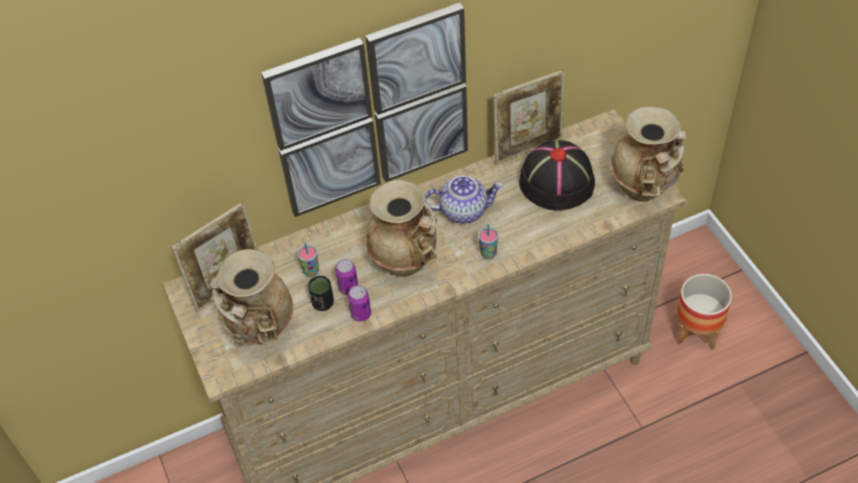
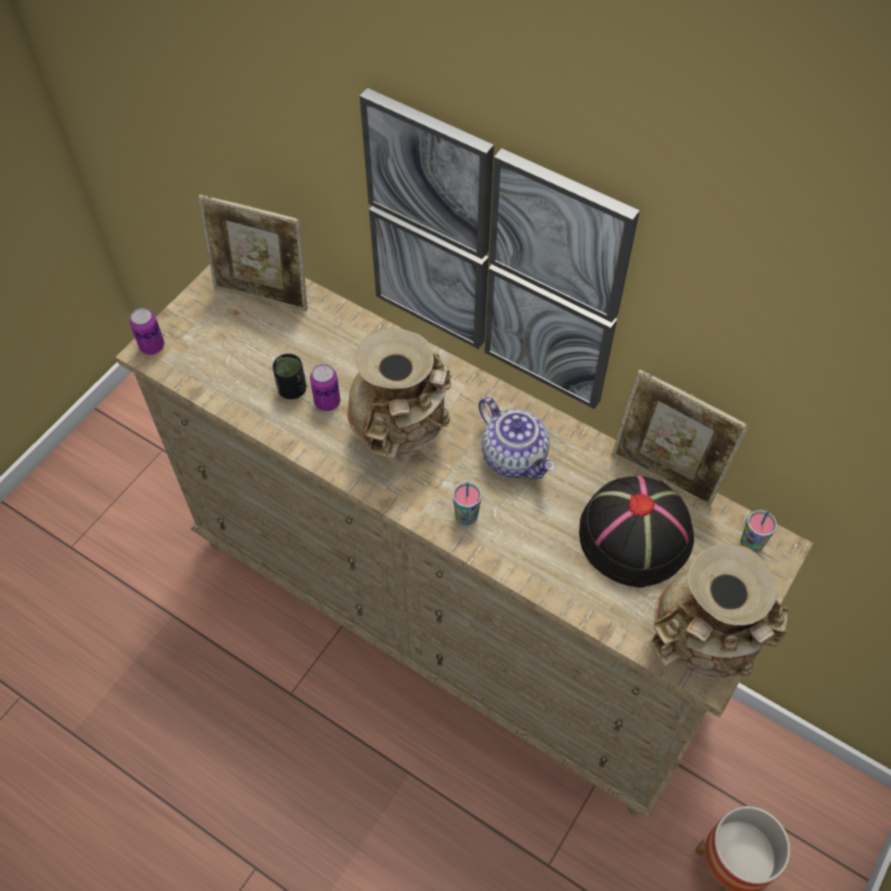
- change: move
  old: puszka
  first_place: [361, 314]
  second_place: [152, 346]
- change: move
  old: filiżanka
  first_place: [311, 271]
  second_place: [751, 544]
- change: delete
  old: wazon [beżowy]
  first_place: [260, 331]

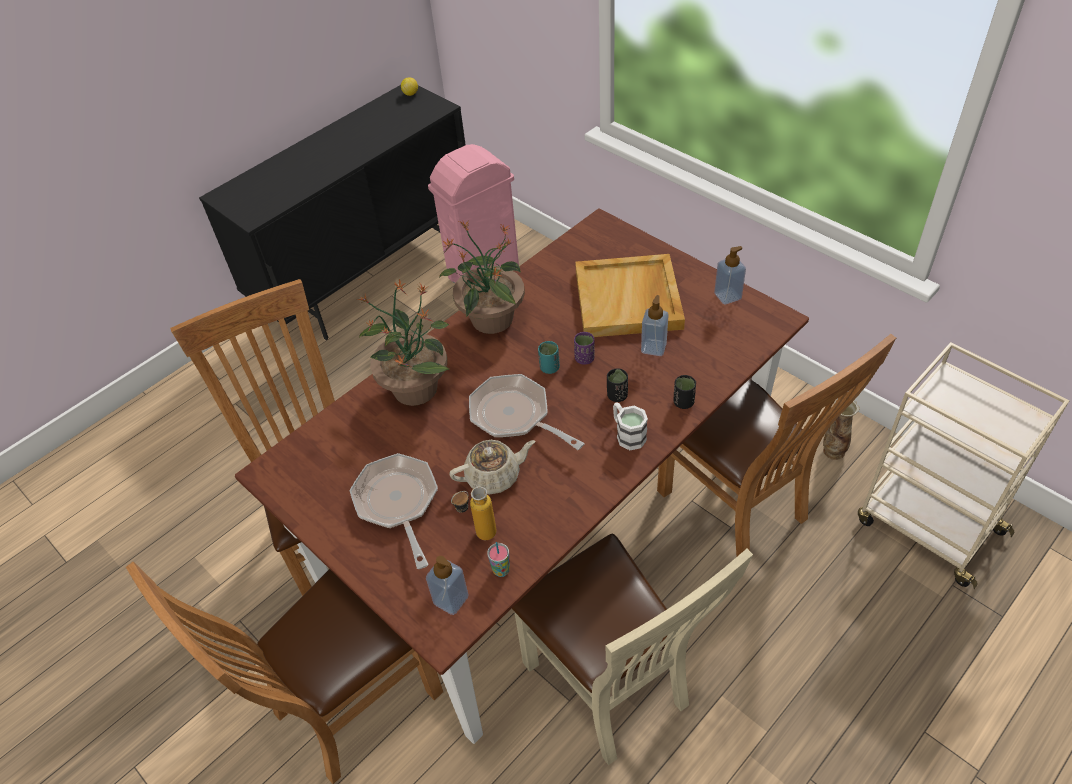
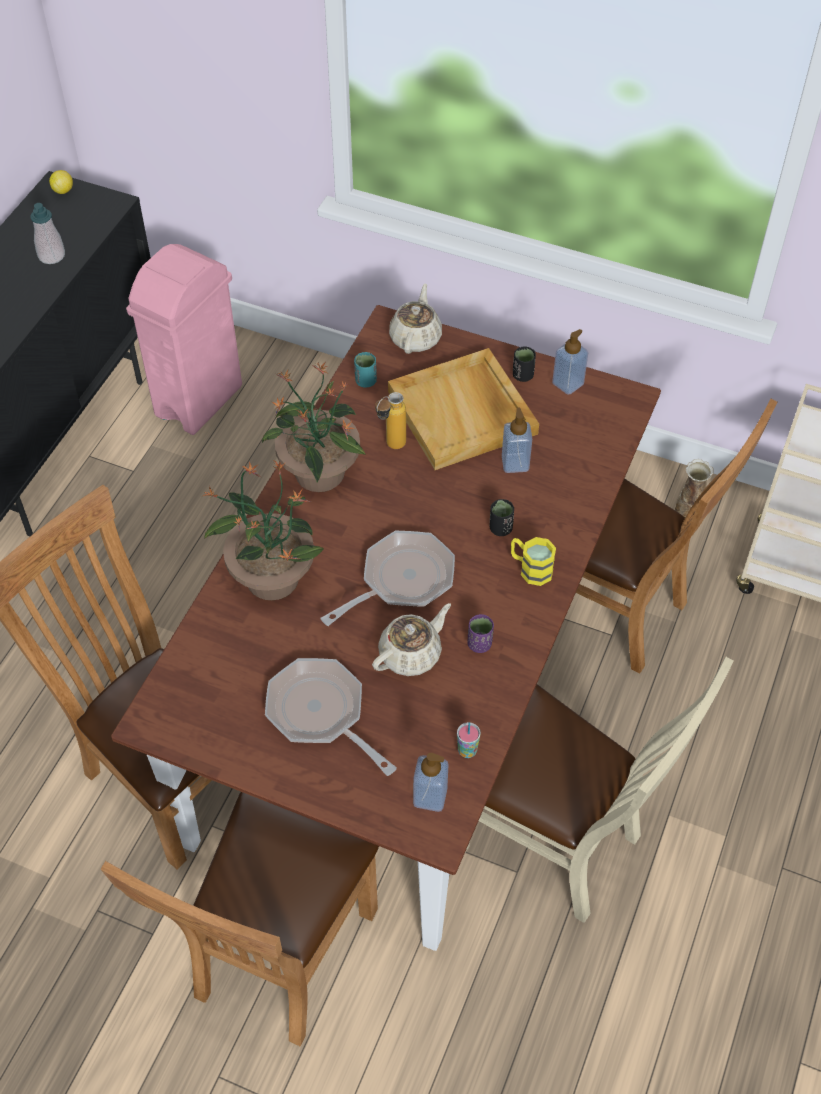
- change: insert
  new: dozownik mydła
  second_place: [51, 256]
- change: rotate
  old: patelnia
  first_place: [515, 416]
  second_place: [401, 580]
  degrees: 120
- change: move
  old: filiżanka [turkusowy]
  first_place: [549, 368]
  second_place: [365, 381]
- change: move
  old: butelka
  first_place: [478, 536]
  second_place: [390, 447]
- change: insert
  new: imbryk [beżowy]
  second_place: [416, 337]
- change: move
  old: filiżanka [fioletowy]
  first_place: [584, 359]
  second_place: [479, 644]
- change: recolor
  old: kubek [biały]
  new: kubek [żółty]
  first_place: [627, 434]
  second_place: [530, 568]
- change: move
  old: filiżanka [czarny]
  first_place: [683, 402]
  second_place: [523, 375]

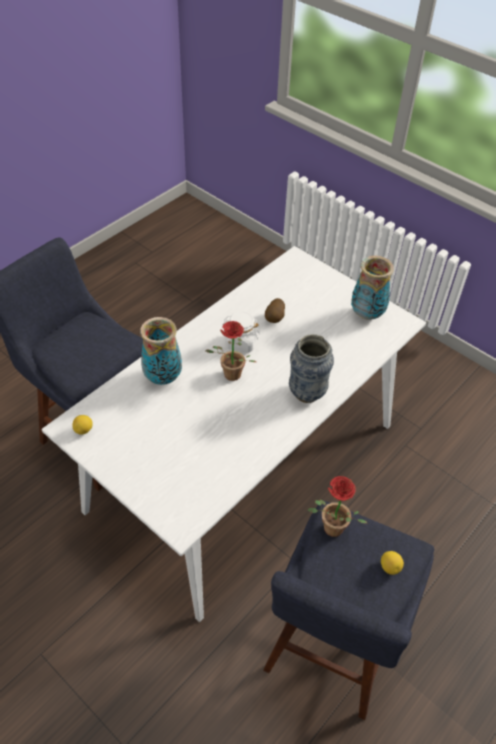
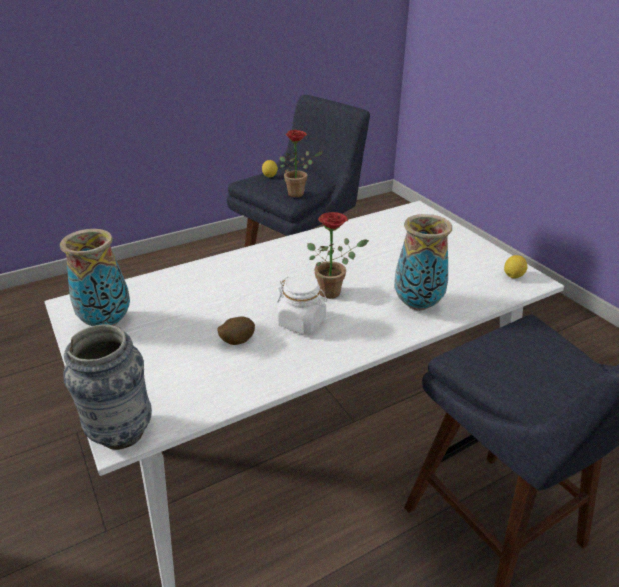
- change: move
  old: wazon
  first_place: [307, 393]
  second_place: [121, 433]

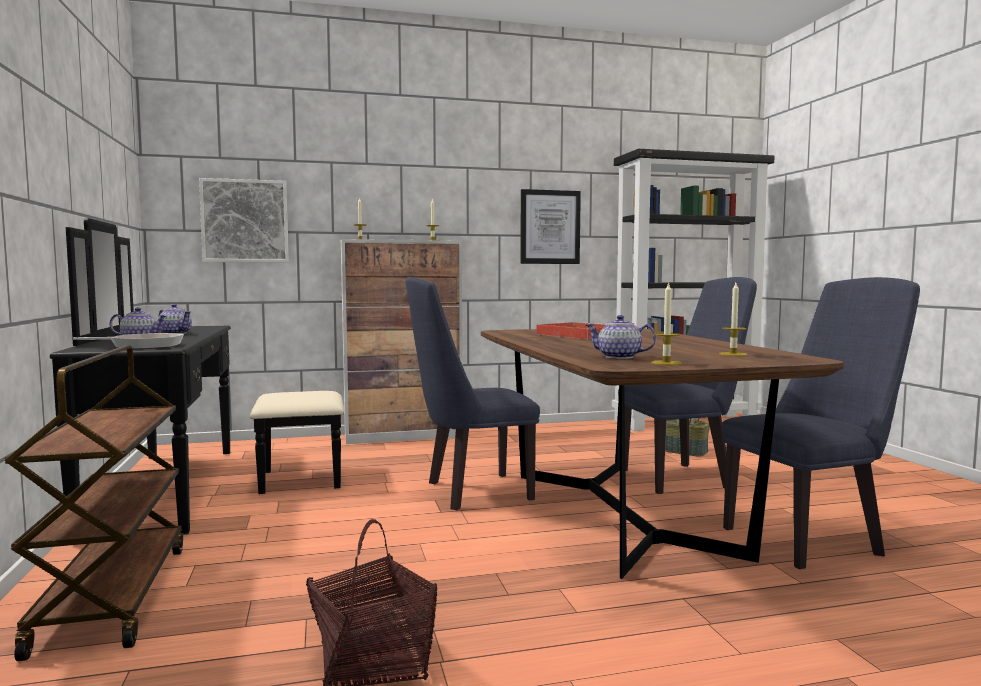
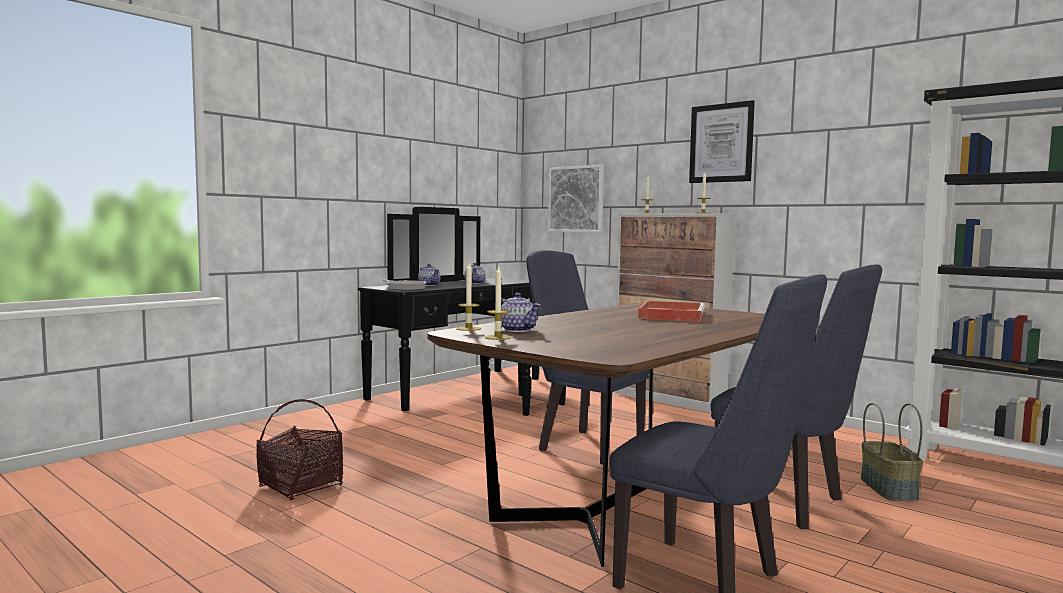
- change: move
  old: świeca
  first_place: [733, 354]
  second_place: [468, 329]
- change: rotate
  old: imbryk
  first_place: [620, 357]
  second_place: [517, 330]
  degrees: 150
- change: move
  old: obraz
  first_place: [550, 227]
  second_place: [721, 143]
- change: delete
  old: wózek [brązowy]
  first_place: [112, 596]

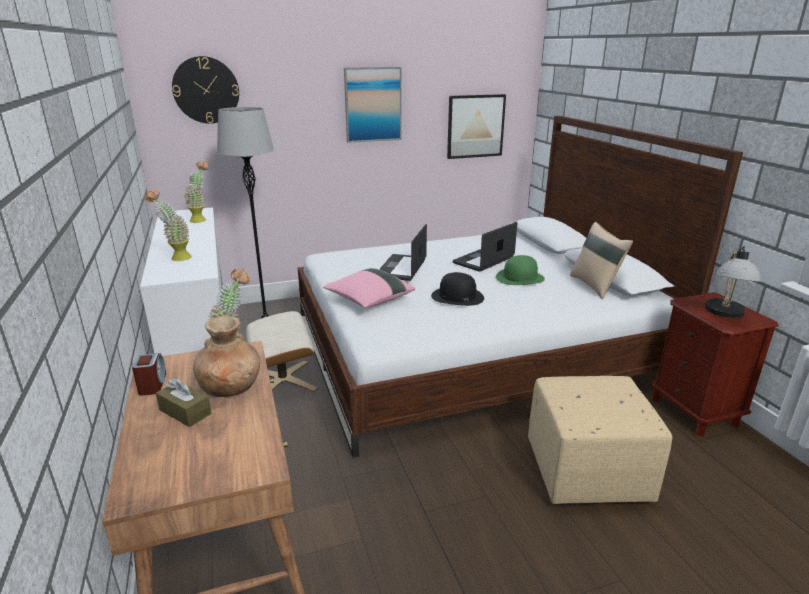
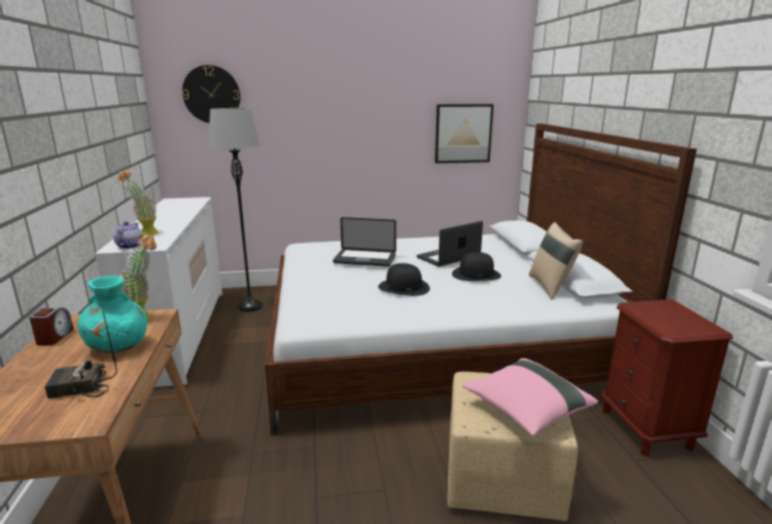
- change: insert
  new: radio
  second_place: [79, 388]
- change: recolor
  old: wazon [brązowy]
  new: wazon [turkusowy]
  first_place: [231, 388]
  second_place: [118, 346]
- change: insert
  new: imbryk
  second_place: [129, 246]
- change: rotate
  old: laptop
  first_place: [401, 268]
  second_place: [364, 259]
  degrees: -105
- change: recolor
  old: kapelusz [zielony]
  new: kapelusz [czarny]
  first_place: [520, 277]
  second_place: [476, 274]
- change: move
  old: poduszka [różowy]
  first_place: [369, 300]
  second_place: [526, 410]
- change: delete
  old: pudełko chusteczek [brązowy]
  first_place: [185, 412]
- change: delete
  old: roślina doniczkowa
  first_place: [201, 219]
- change: delete
  old: pufa [beżowy]
  first_place: [283, 380]
- change: delete
  old: obraz
  first_place: [373, 104]
- change: delete
  old: lampa stołowa
  first_place: [725, 314]

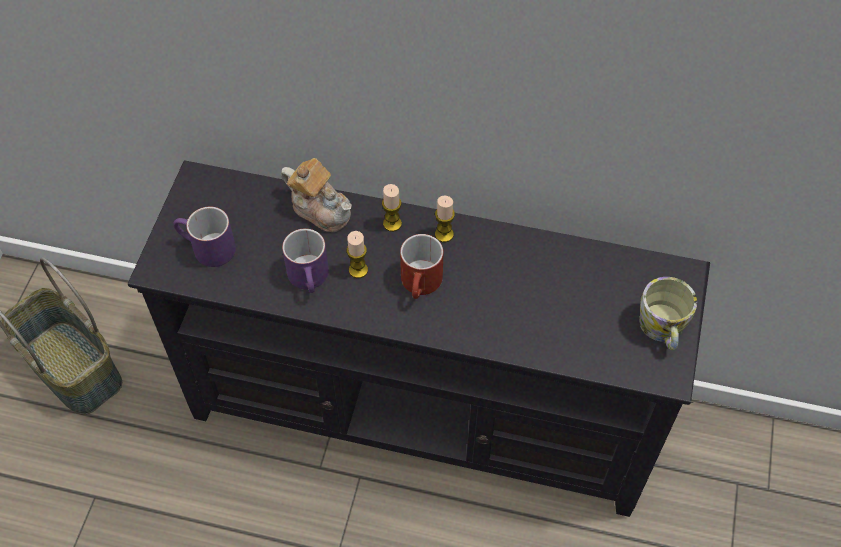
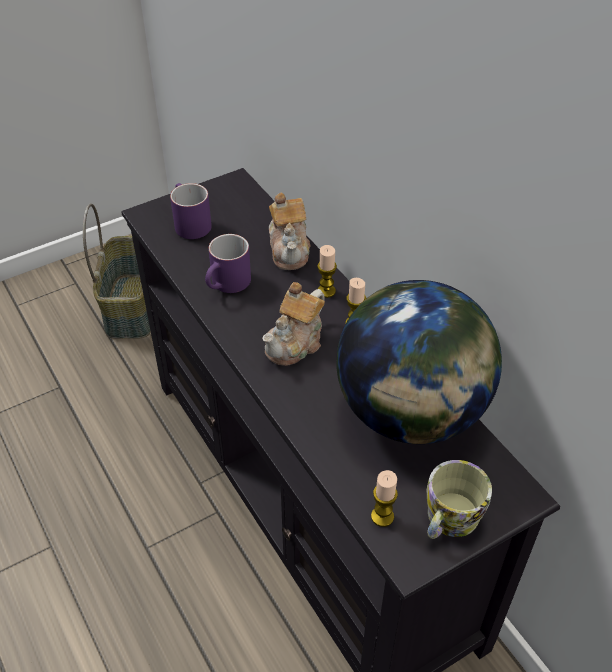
- change: replace
  old: kubek [czerwony]
  new: imbryk
  first_place: [421, 285]
  second_place: [296, 343]
- change: insert
  new: globus
  second_place: [411, 412]
- change: move
  old: świeca
  first_place: [358, 270]
  second_place: [382, 516]

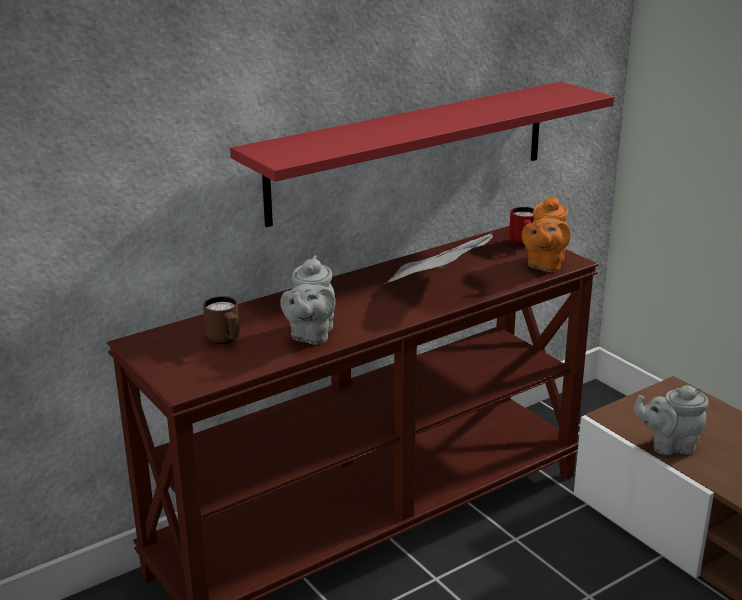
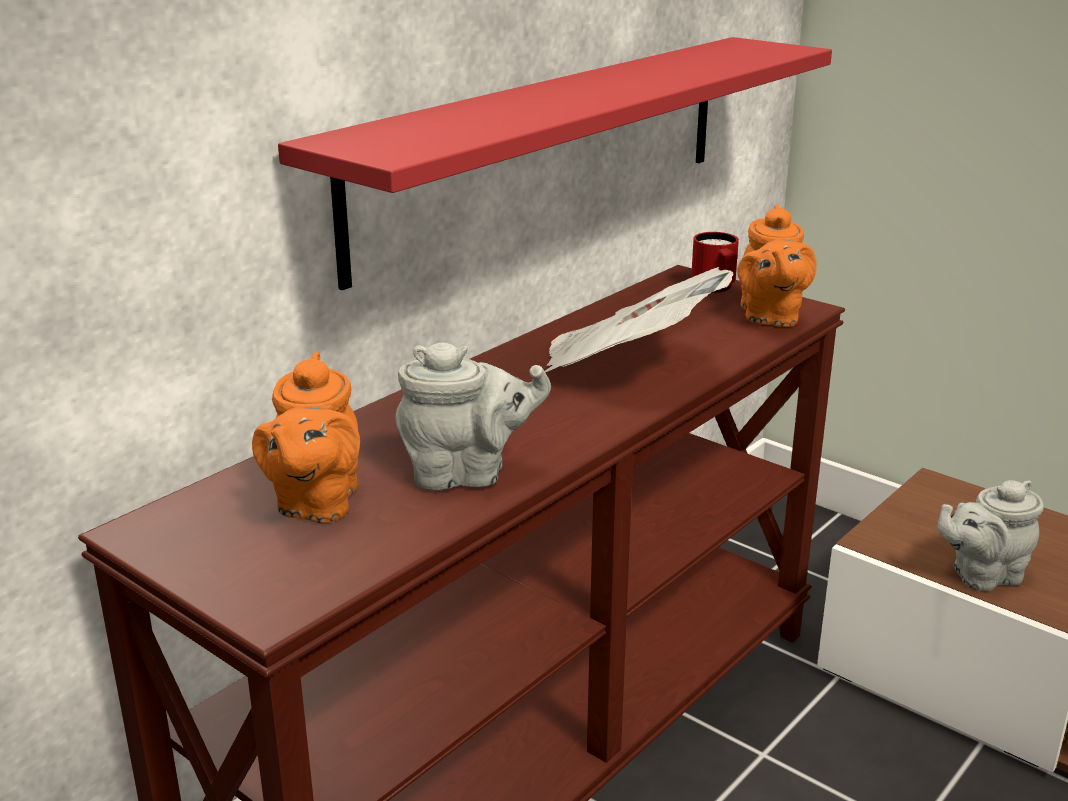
- change: replace
  old: kubek [brązowy]
  new: imbryk [pomarańczowy]
  first_place: [225, 341]
  second_place: [315, 504]
- change: rotate
  old: imbryk [szary]
  first_place: [310, 335]
  second_place: [467, 474]
  degrees: -90

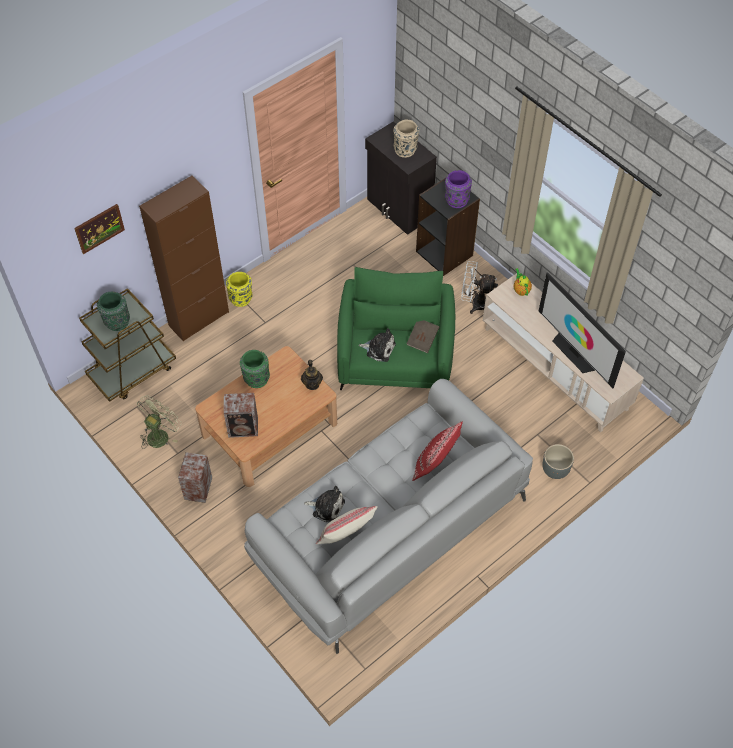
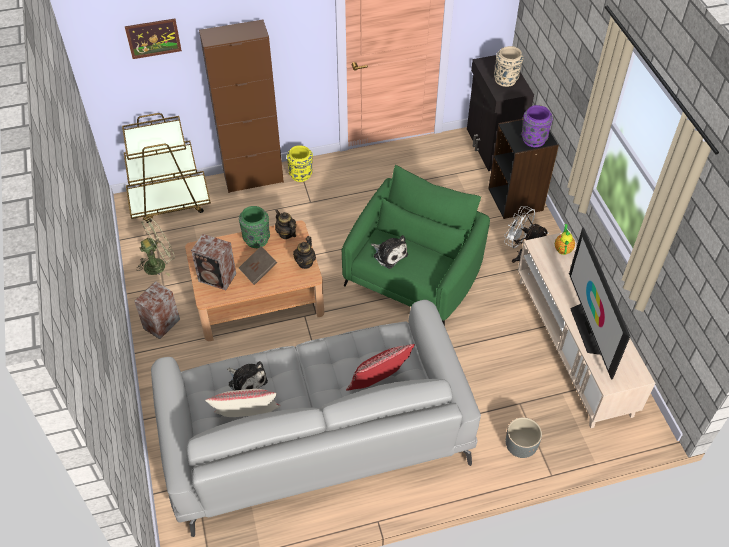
- change: move
  old: książka [brązowy]
  first_place: [422, 340]
  second_place: [258, 271]
- change: insert
  new: imbryk
  second_place: [286, 233]
- change: delete
  old: wazon [zielony]
  first_place: [117, 322]

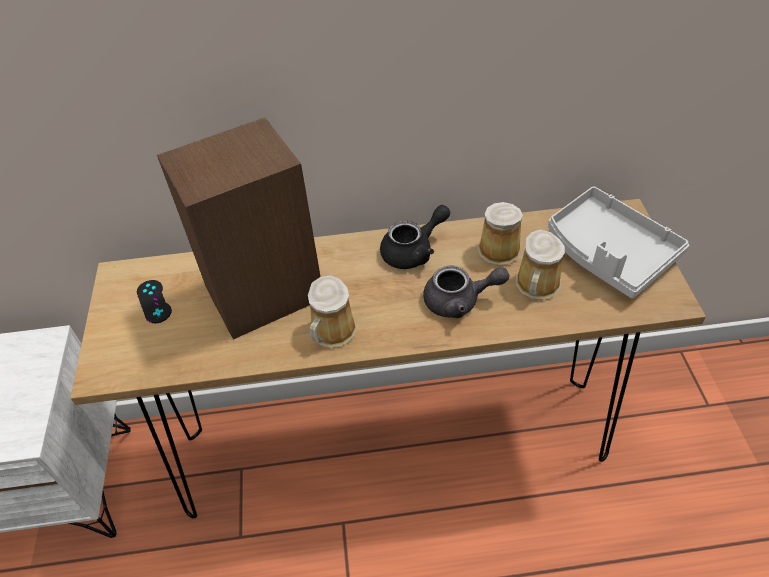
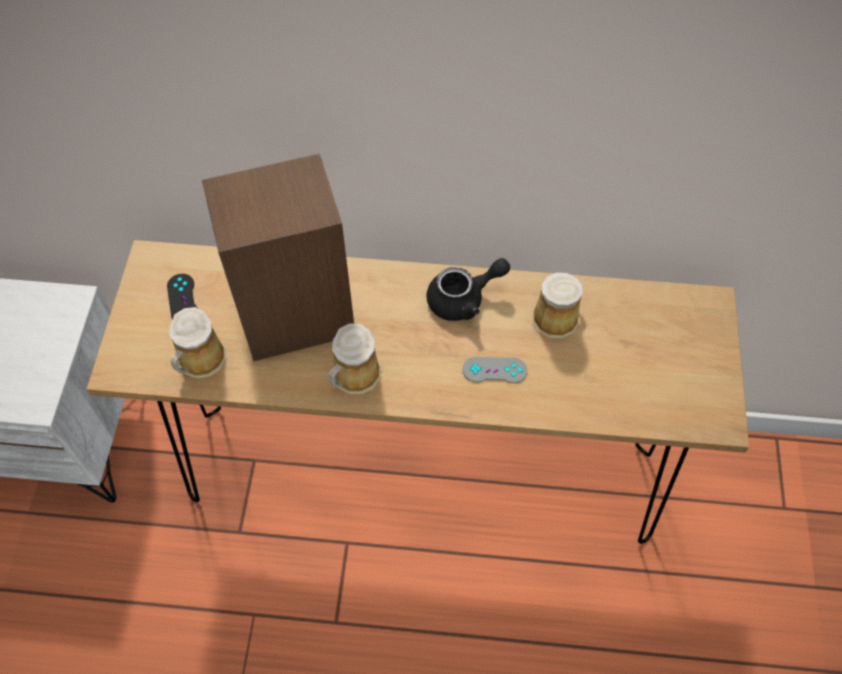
- change: move
  old: kubek
  first_place: [536, 286]
  second_place: [200, 360]
- change: replace
  old: imbryk [szary]
  new: pad do gier [szary]
  first_place: [459, 301]
  second_place: [494, 370]
- change: delete
  old: taca [szary]
  first_place: [608, 253]

